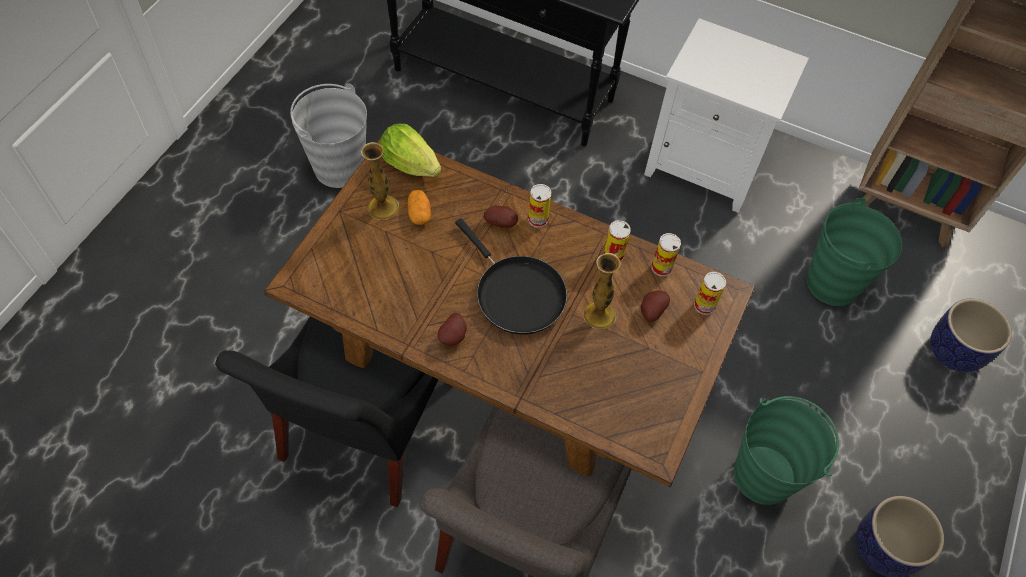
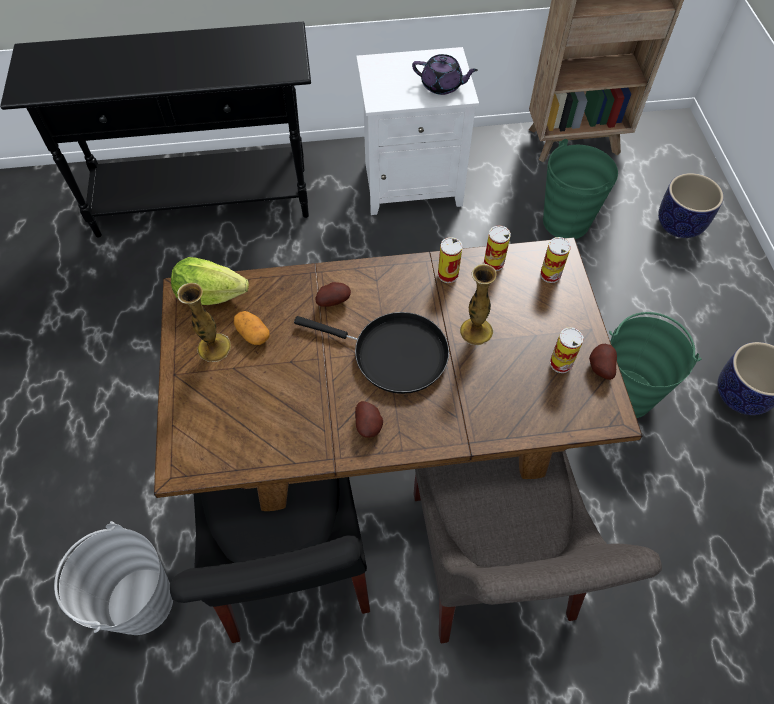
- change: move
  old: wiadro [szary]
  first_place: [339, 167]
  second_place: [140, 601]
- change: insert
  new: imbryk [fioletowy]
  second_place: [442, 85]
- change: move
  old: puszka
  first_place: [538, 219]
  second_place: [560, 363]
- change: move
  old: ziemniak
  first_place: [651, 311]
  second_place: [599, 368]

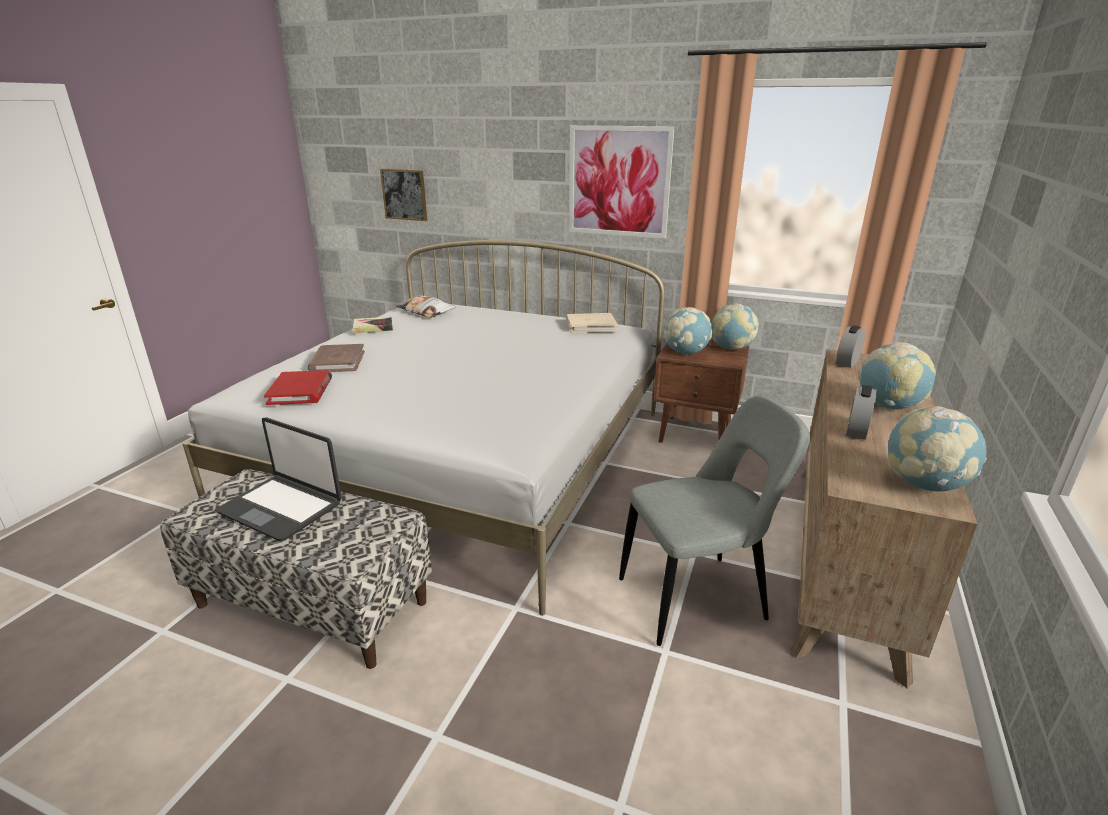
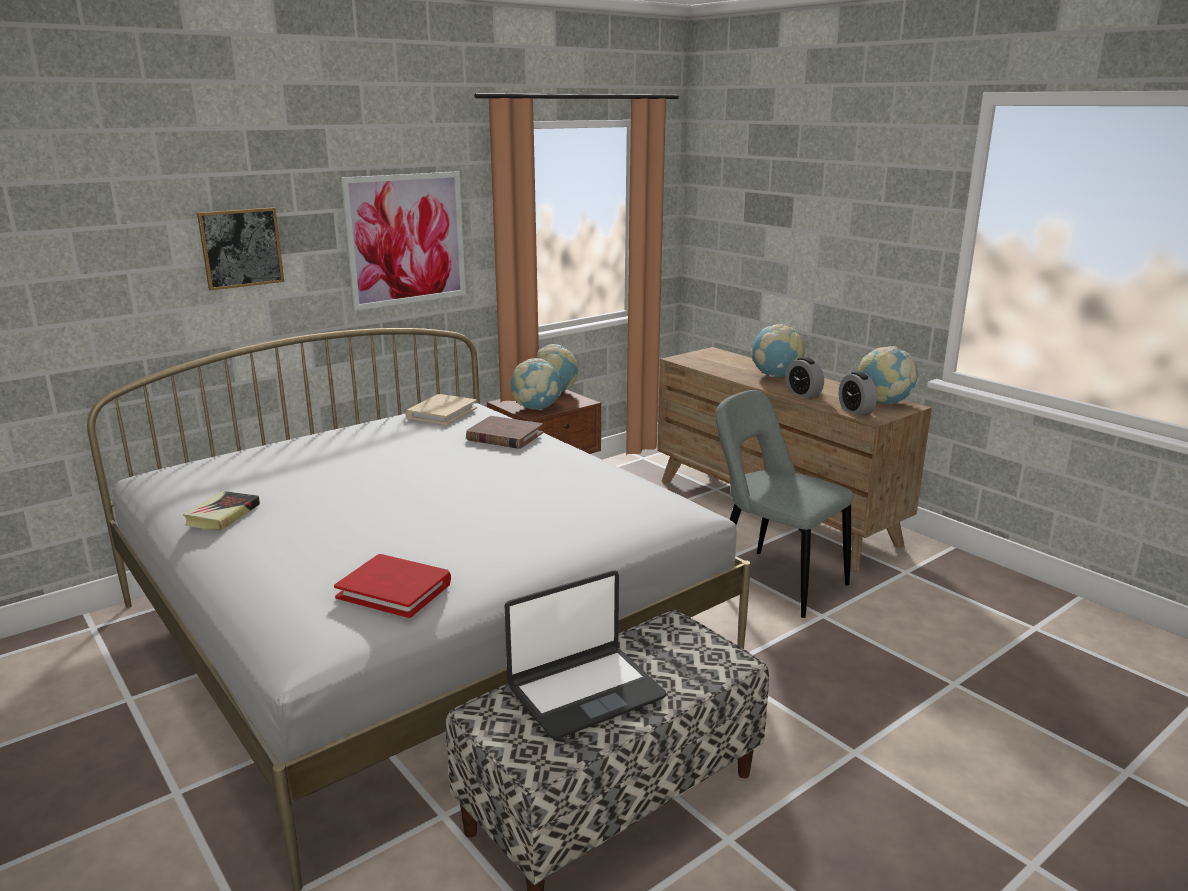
- change: move
  old: obraz
  first_place: [404, 194]
  second_place: [241, 248]
- change: move
  old: książka [brązowy]
  first_place: [337, 361]
  second_place: [504, 436]
- change: rotate
  old: krzesło [szary]
  first_place: [698, 597]
  second_place: [773, 581]
  degrees: -60
- change: move
  old: budzik
  first_place: [847, 362]
  second_place: [855, 410]
- change: delete
  old: poduszka
  first_place: [426, 311]

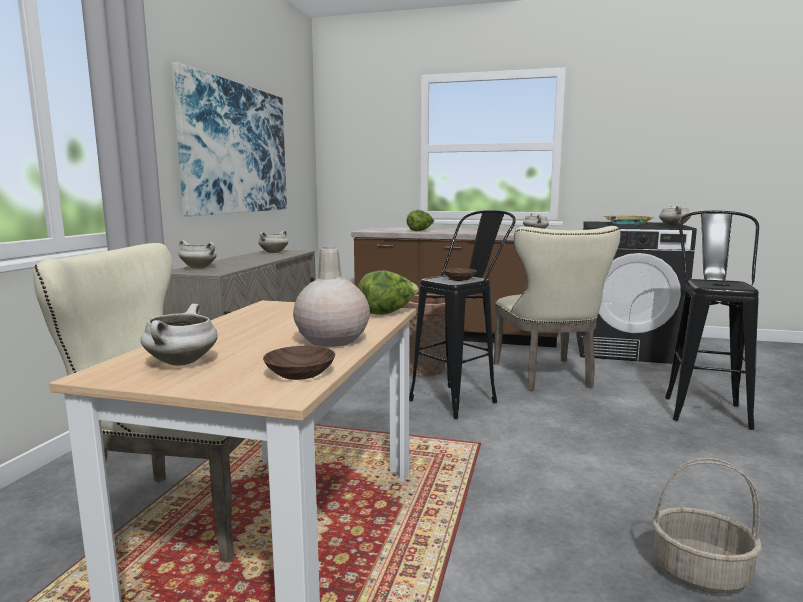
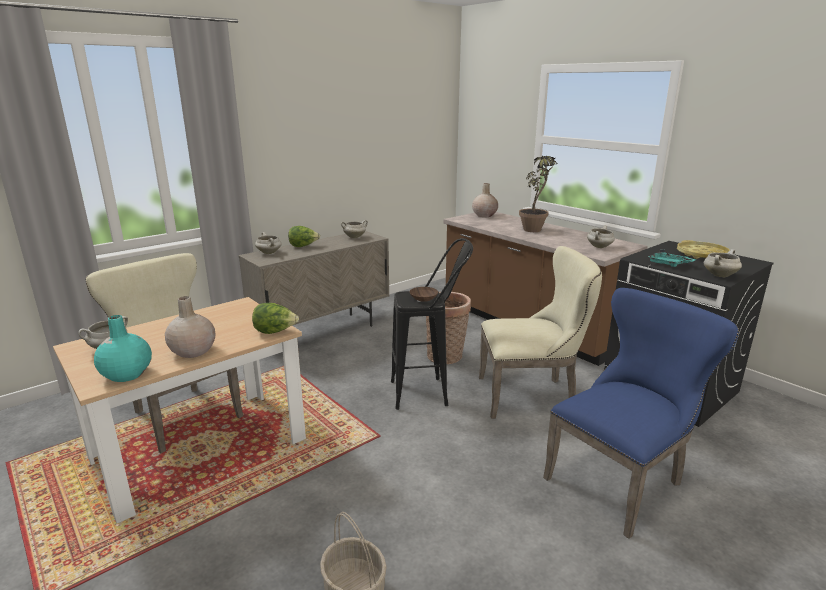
- change: replace
  old: miska [brązowy]
  new: wazon [turkusowy]
  first_place: [298, 373]
  second_place: [127, 374]
- change: move
  old: sałata
  first_place: [420, 231]
  second_place: [303, 246]
- change: insert
  new: wazon [beżowy]
  second_place: [484, 215]
- change: rotate
  old: krzesło [beżowy]
  first_place: [547, 377]
  second_place: [531, 395]
  degrees: -120
- change: insert
  new: roślina doniczkowa
  second_place: [535, 228]
- change: replace
  old: stołek [czarny]
  new: krzesło [niebieski]
  first_place: [703, 408]
  second_place: [621, 480]
- change: delete
  old: obraz
  first_place: [236, 149]

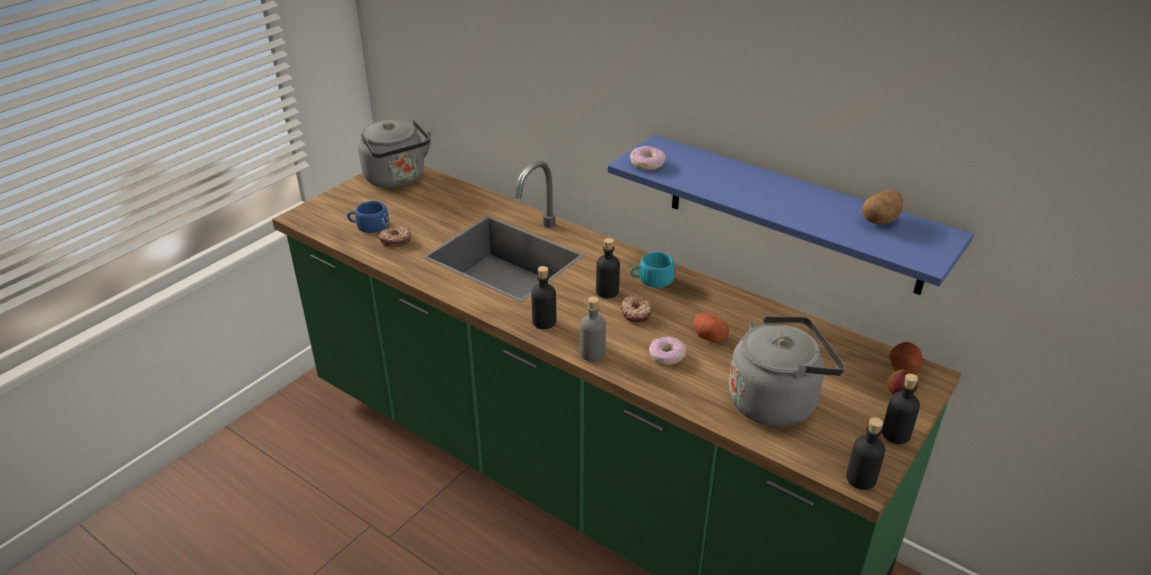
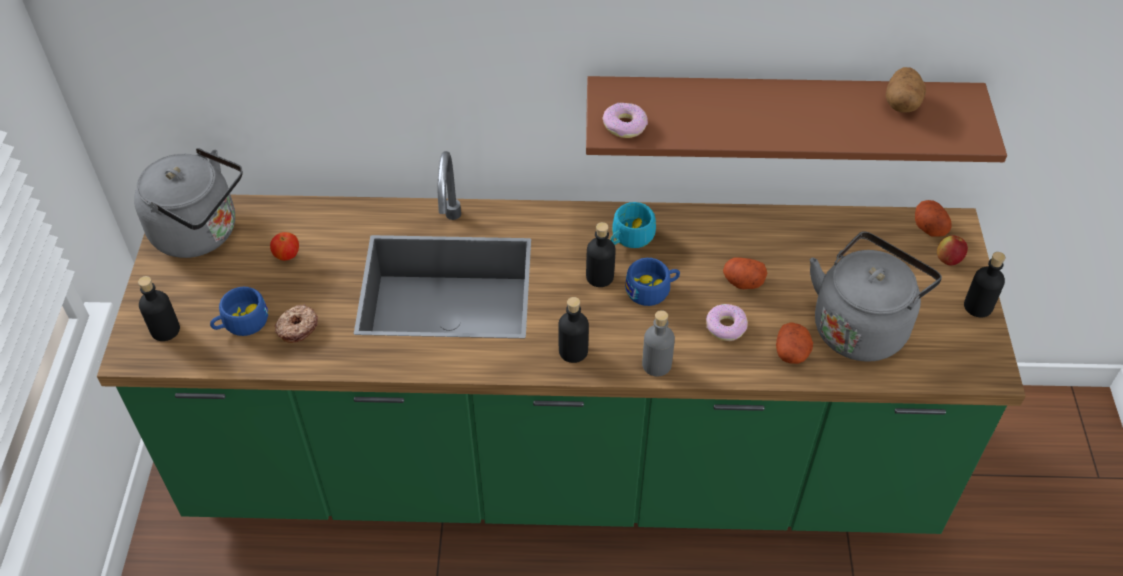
- change: move
  old: butelka [czarny]
  first_place: [861, 479]
  second_place: [165, 330]
- change: insert
  new: jabłko
  second_place: [287, 255]
- change: recolor
  old: półka [niebieski]
  new: półka [brązowy]
  first_place: [793, 214]
  second_place: [779, 114]
- change: replace
  old: donut
  new: filiżanka [niebieski]
  first_place: [636, 313]
  second_place: [652, 289]
- change: insert
  new: ziemniak
  second_place: [792, 353]

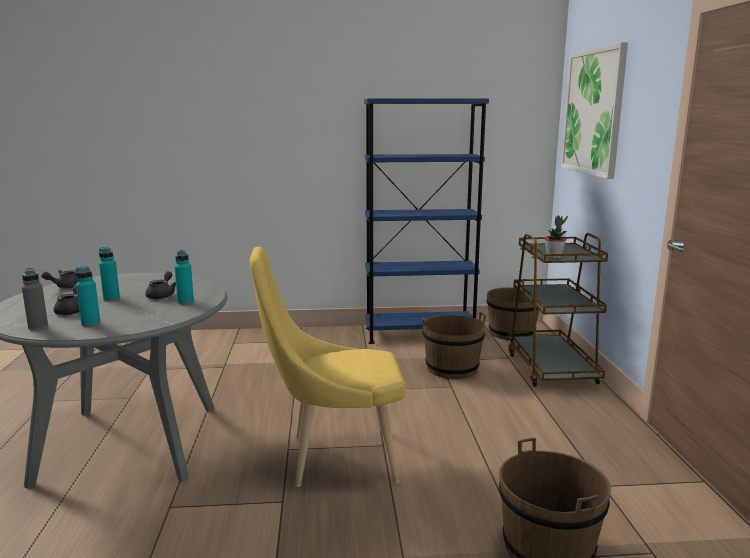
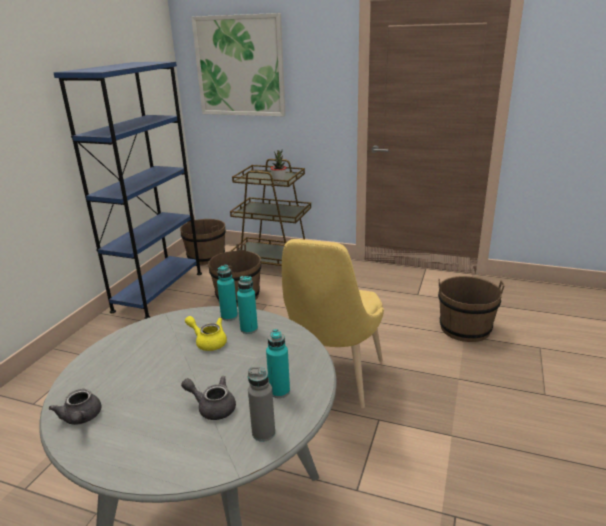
- change: recolor
  old: imbryk [szary]
  new: imbryk [żółty]
  first_place: [162, 295]
  second_place: [208, 342]
- change: move
  old: butelka [turkusowy]
  first_place: [111, 298]
  second_place: [229, 316]

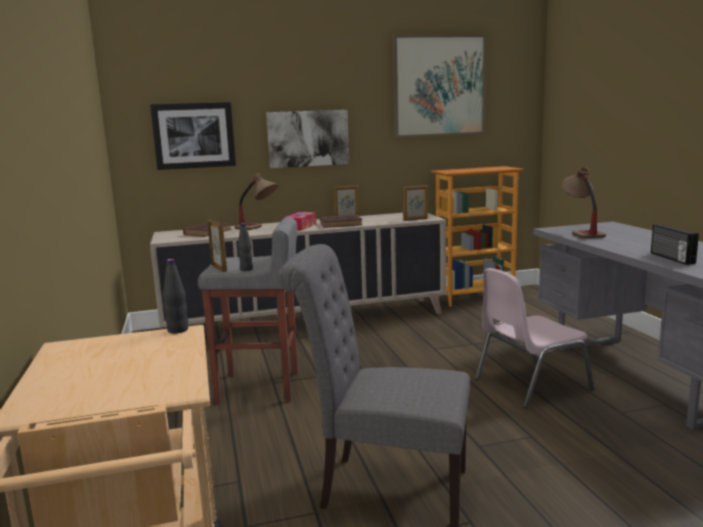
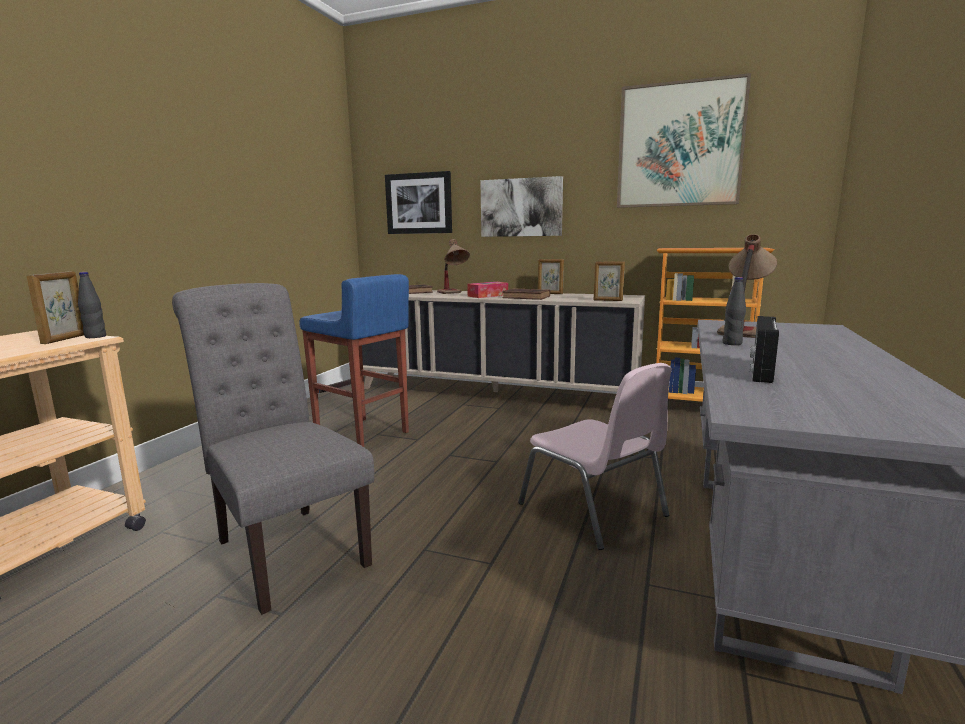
- change: move
  old: ramka na zdjęcie
  first_place: [219, 268]
  second_place: [65, 339]
- change: recolor
  old: stołek [szary]
  new: stołek [niebieski]
  first_place: [259, 388]
  second_place: [362, 435]
- change: rotate
  old: krzesło [różowy]
  first_place: [530, 384]
  second_place: [594, 510]
  degrees: -135
- change: move
  old: butelka [czarny]
  first_place: [246, 269]
  second_place: [732, 343]

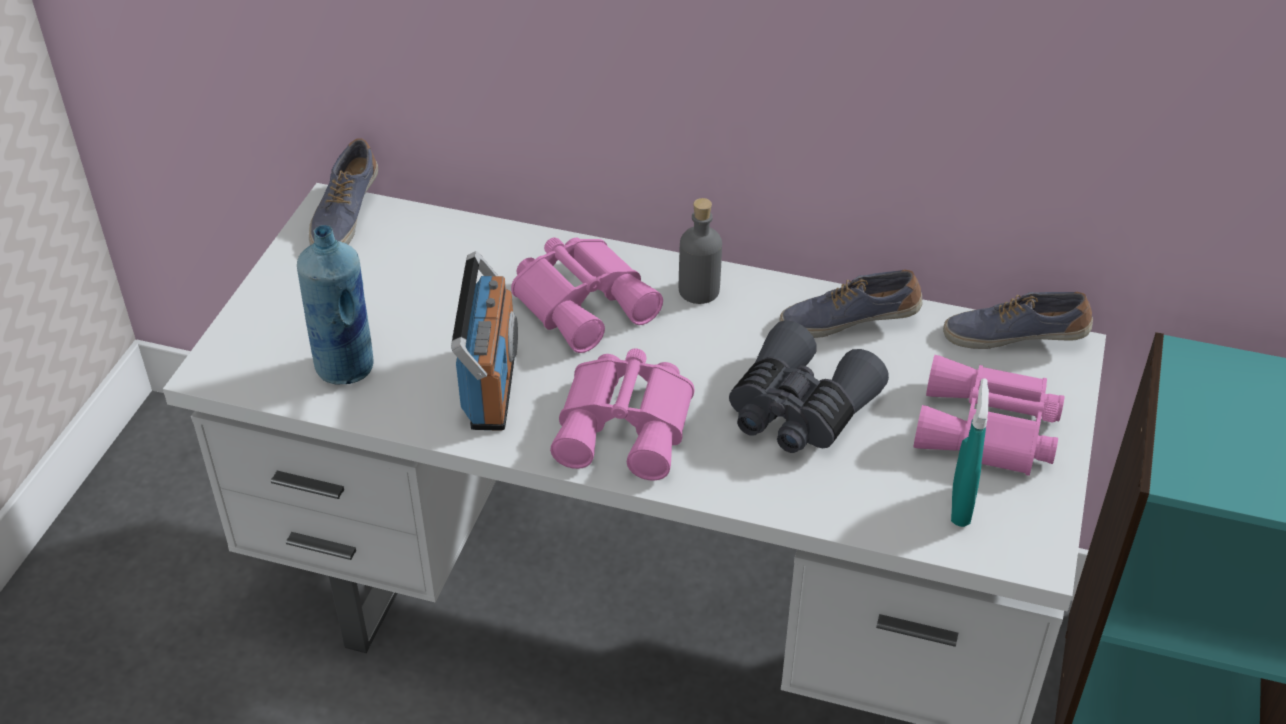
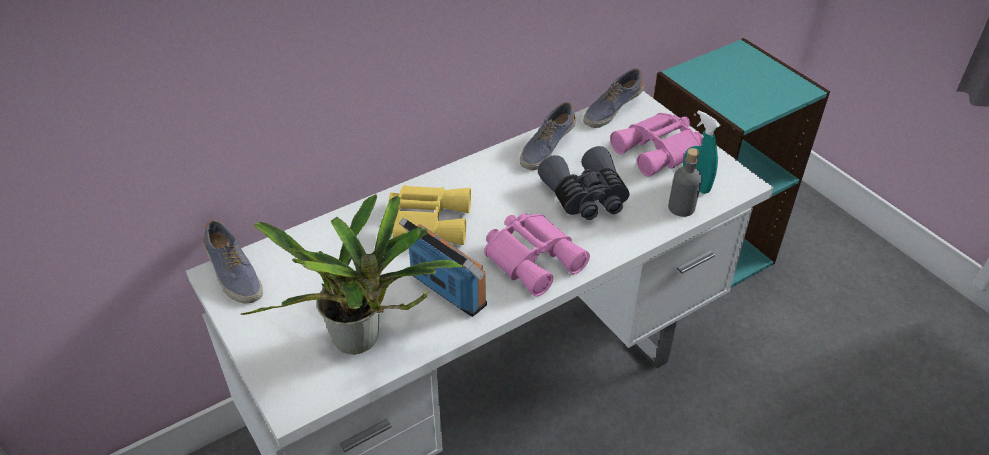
- change: replace
  old: butelka [niebieski]
  new: roślina doniczkowa
  first_place: [346, 367]
  second_place: [363, 342]
- change: recolor
  old: lornetka [różowy]
  new: lornetka [żółty]
  first_place: [585, 301]
  second_place: [427, 221]
- change: move
  old: butelka [szary]
  first_place: [699, 290]
  second_place: [681, 207]

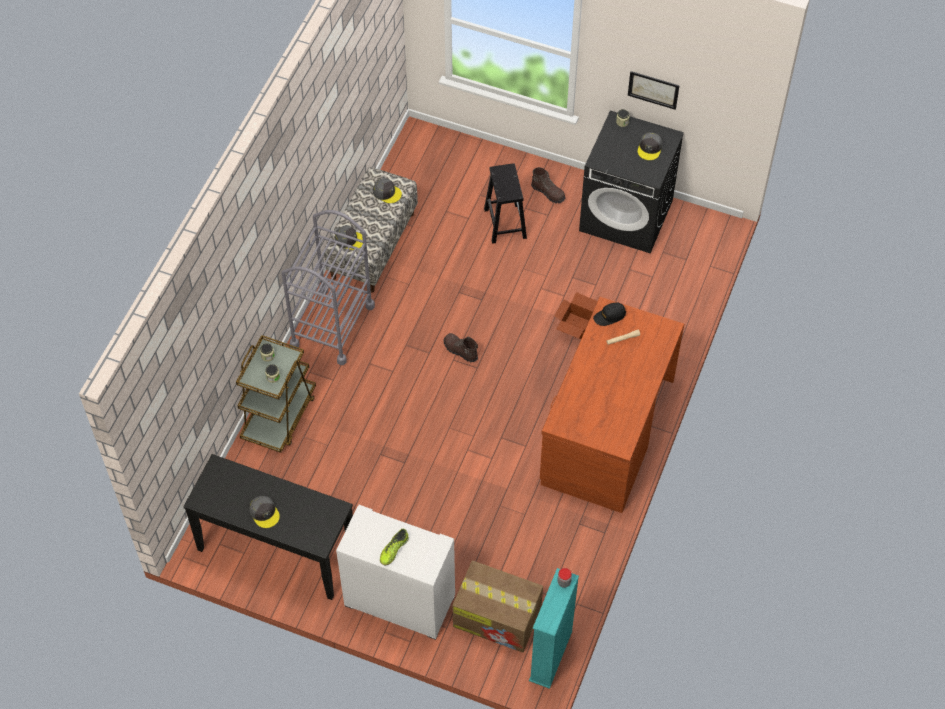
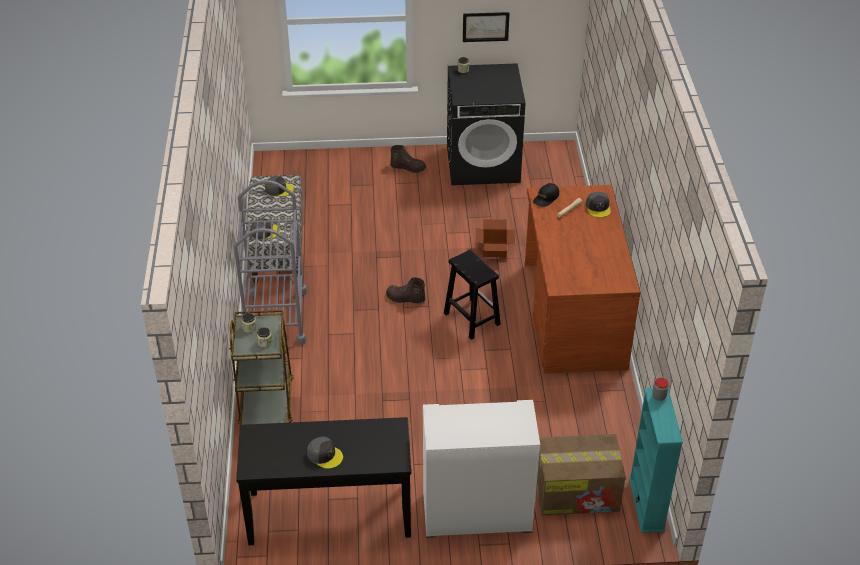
- change: move
  old: stołek [czarny]
  first_place: [504, 223]
  second_place: [471, 318]
- change: move
  old: czapka z daszkiem [szary]
  first_place: [650, 148]
  second_place: [598, 207]
- change: delete
  old: but
  first_place: [393, 550]

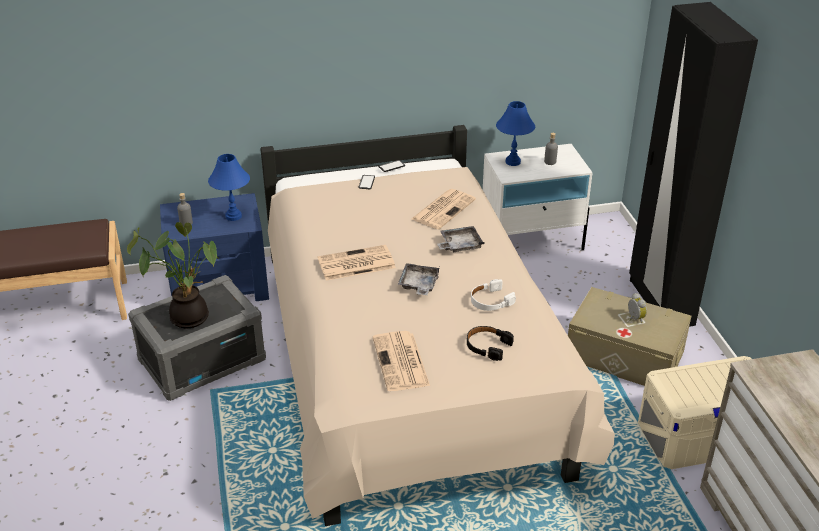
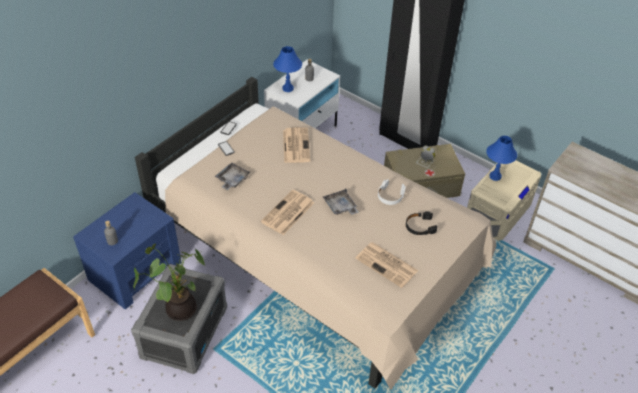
- change: move
  old: taca [szary]
  first_place: [459, 245]
  second_place: [232, 180]
- change: move
  old: lampa stołowa [niebieski]
  first_place: [233, 216]
  second_place: [495, 176]

